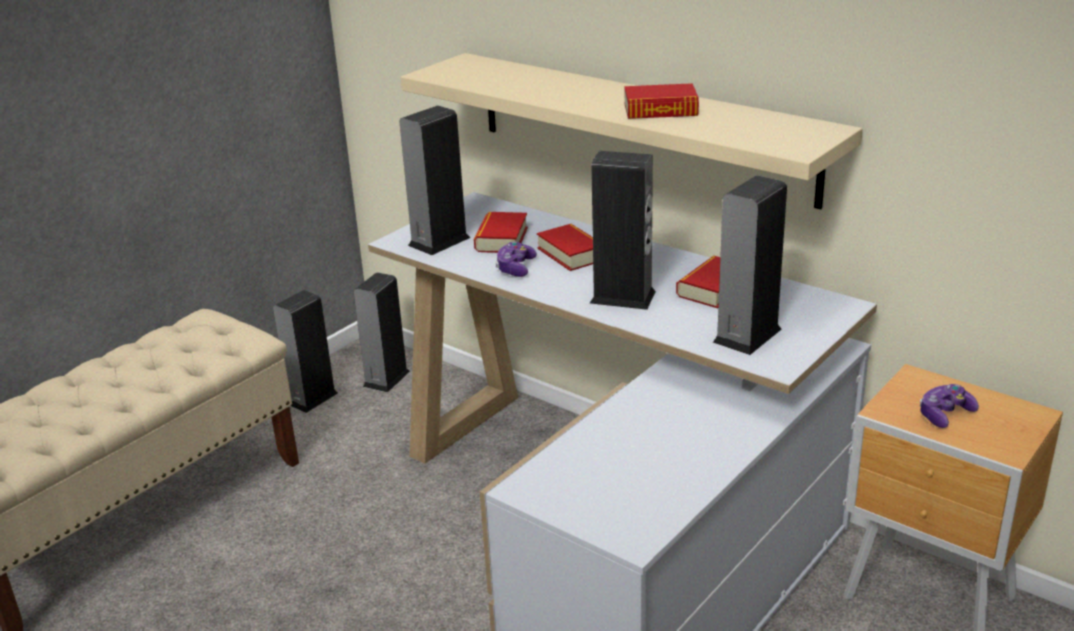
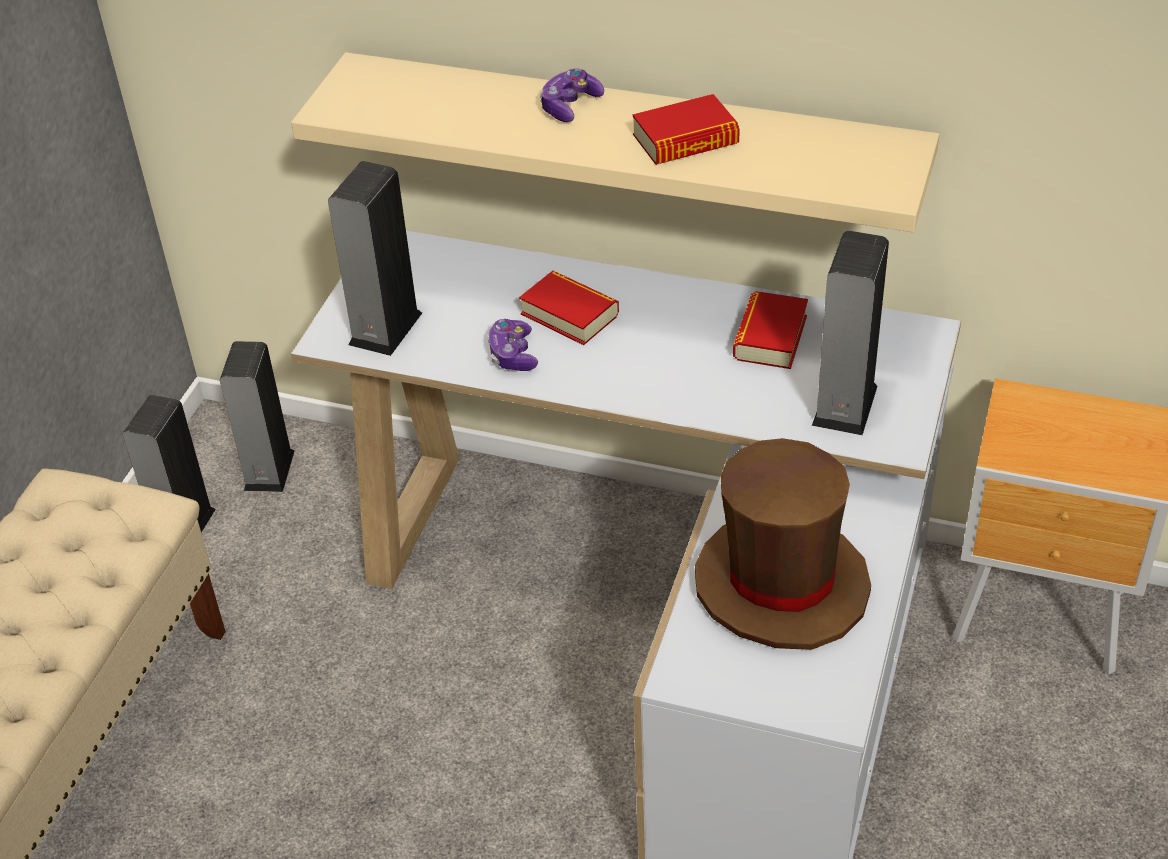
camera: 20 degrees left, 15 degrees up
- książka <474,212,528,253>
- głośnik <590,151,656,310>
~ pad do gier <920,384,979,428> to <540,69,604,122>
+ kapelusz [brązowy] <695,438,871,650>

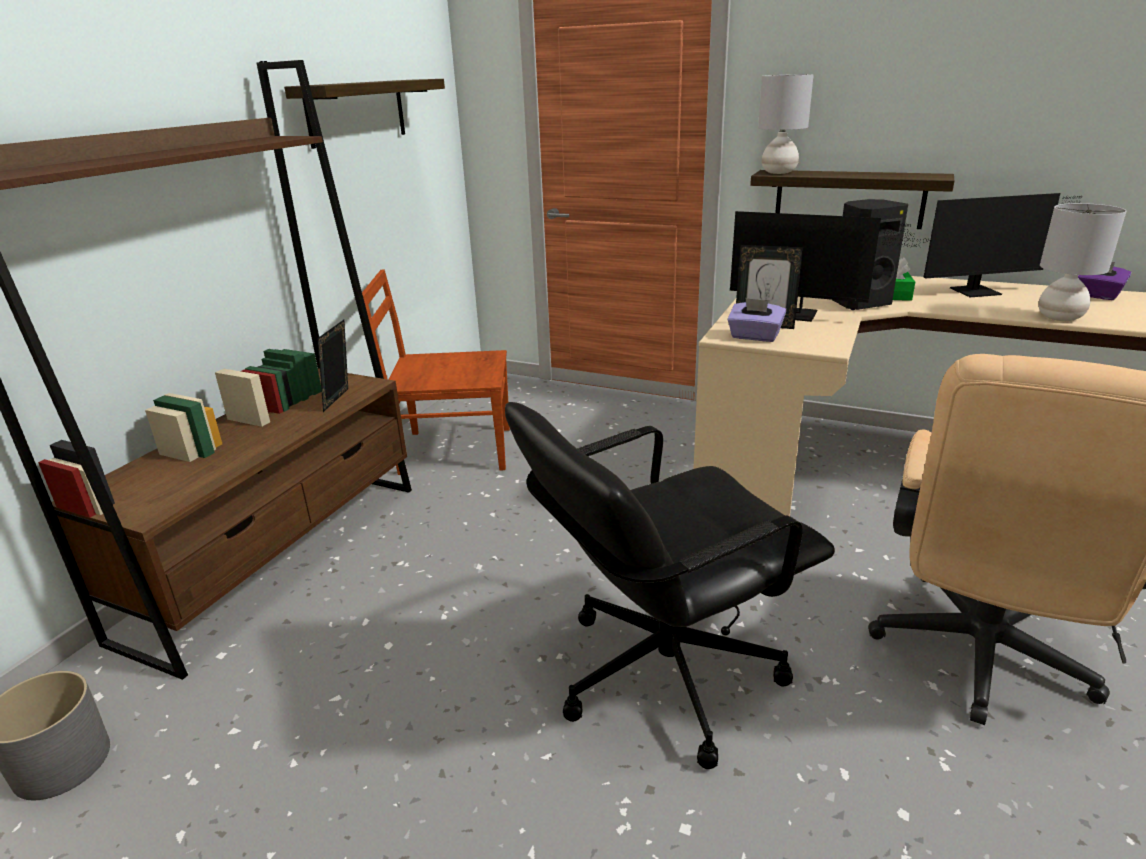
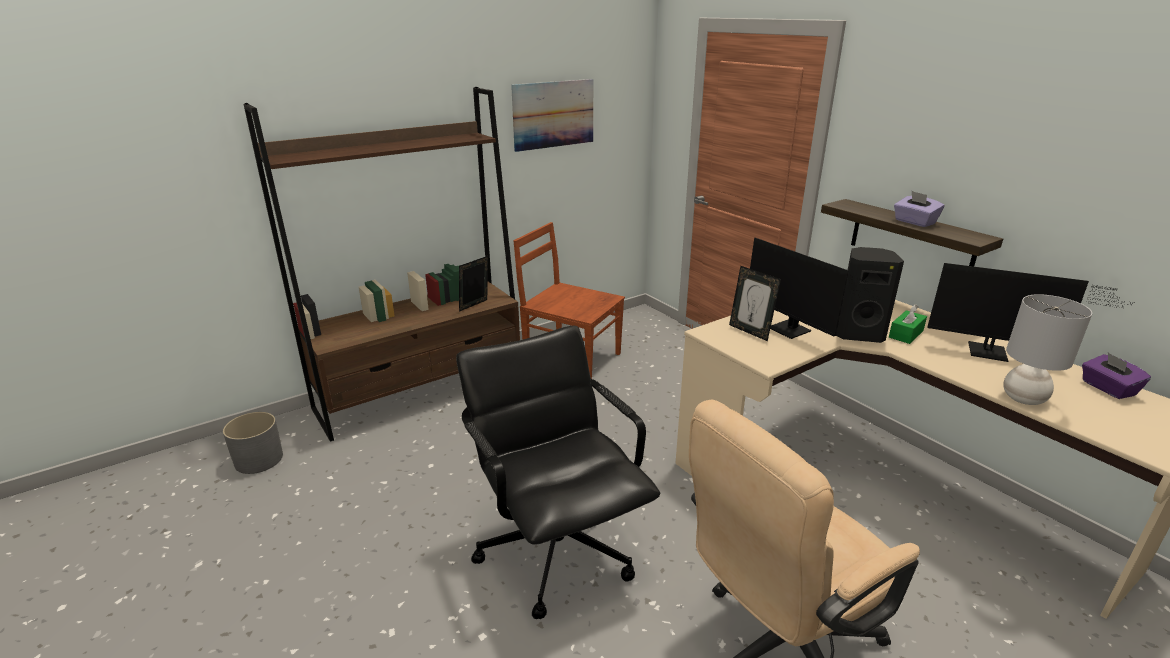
camera: 30 degrees right, 0 degrees up
~ półka <284,79,445,149> to obraz <511,79,593,152>
~ krzesło biurowe [czarny] <505,402,835,769> = <456,326,660,619> 60 degrees clockwise
~ pudełko chusteczek [fioletowy] <727,298,786,342> to <894,191,944,227>
- lampa stołowa [szary] <758,74,814,174>

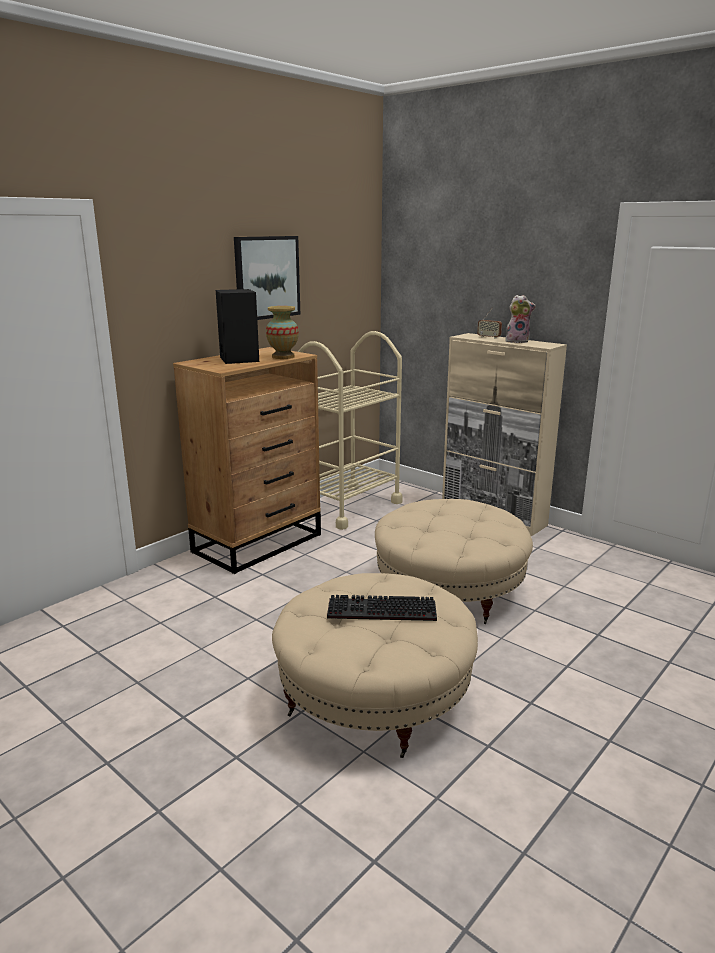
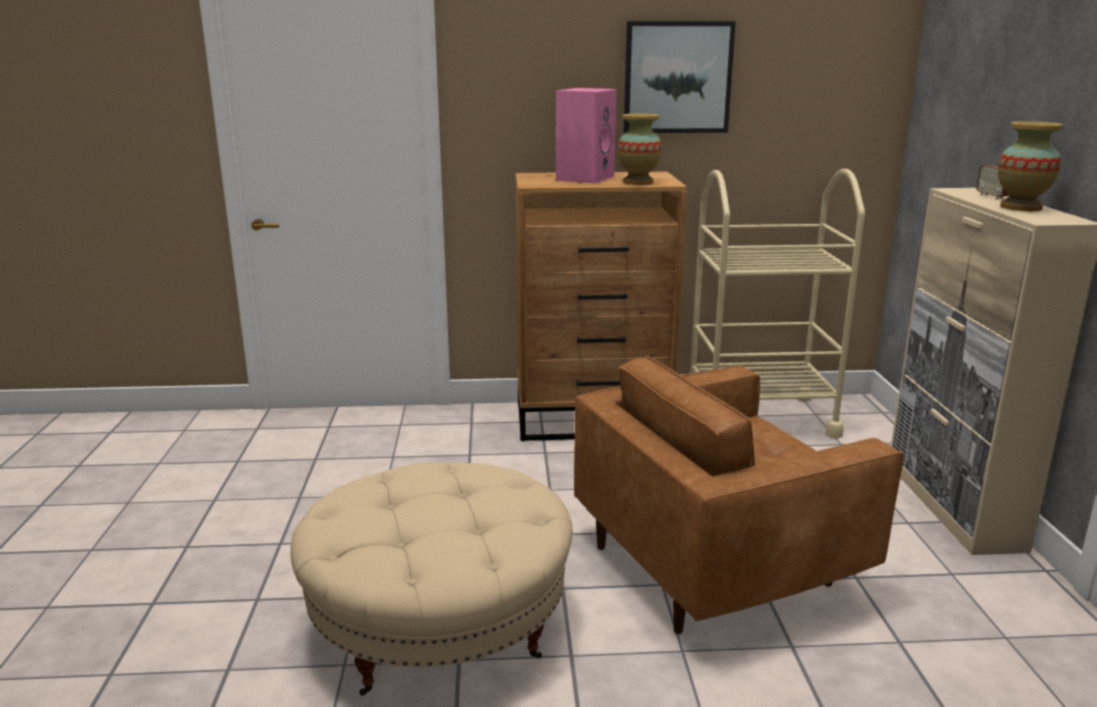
camera: 45 degrees right, 0 degrees up
~ głośnik [czarny] <216,289,259,364> to głośnik [różowy] <556,88,617,184>
- klawiatura <327,595,437,621>
~ pufa [beżowy] <375,499,533,624> to fotel [brązowy] <574,356,903,634>
~ pluszak <505,295,536,343> to wazon <998,121,1063,211>

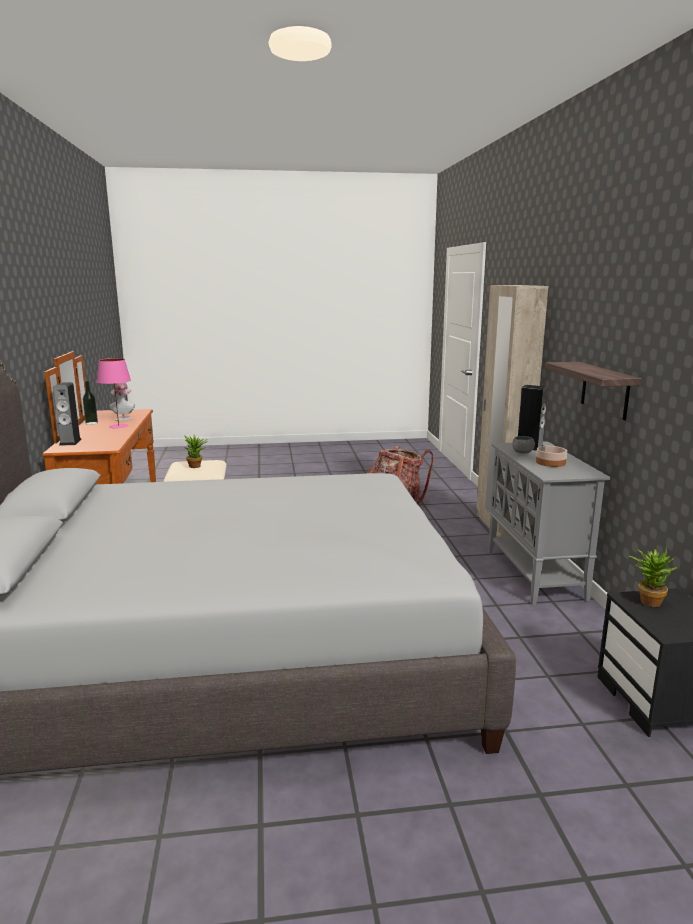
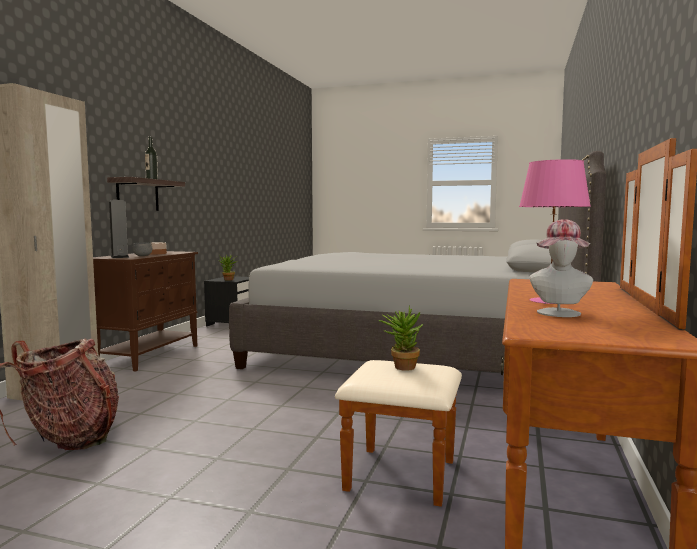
camera: 155 degrees left, 10 degrees down
- głośnik <53,382,82,446>
~ butelka <83,381,98,425> to <145,137,158,179>
~ szafka [szary] <488,441,610,605> to szafka [brązowy] <93,251,198,372>

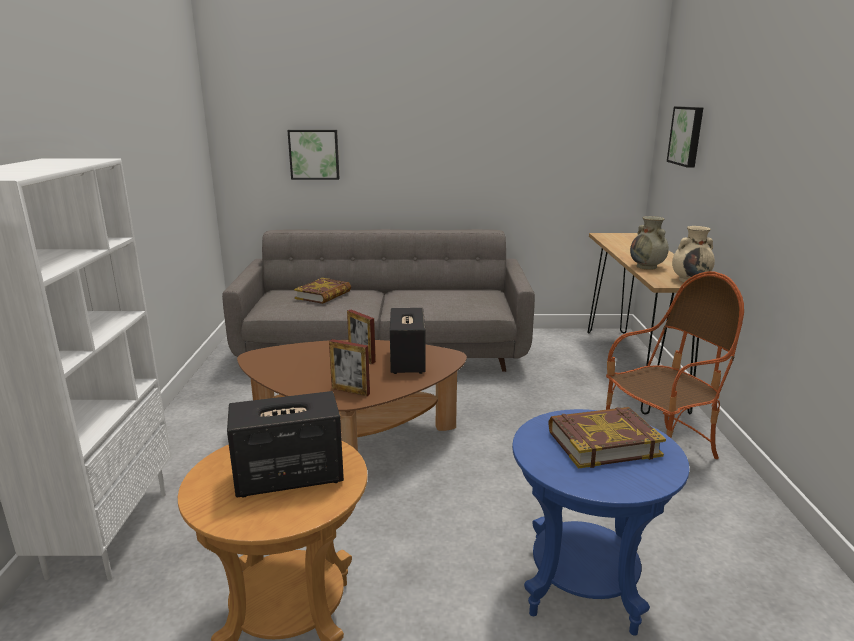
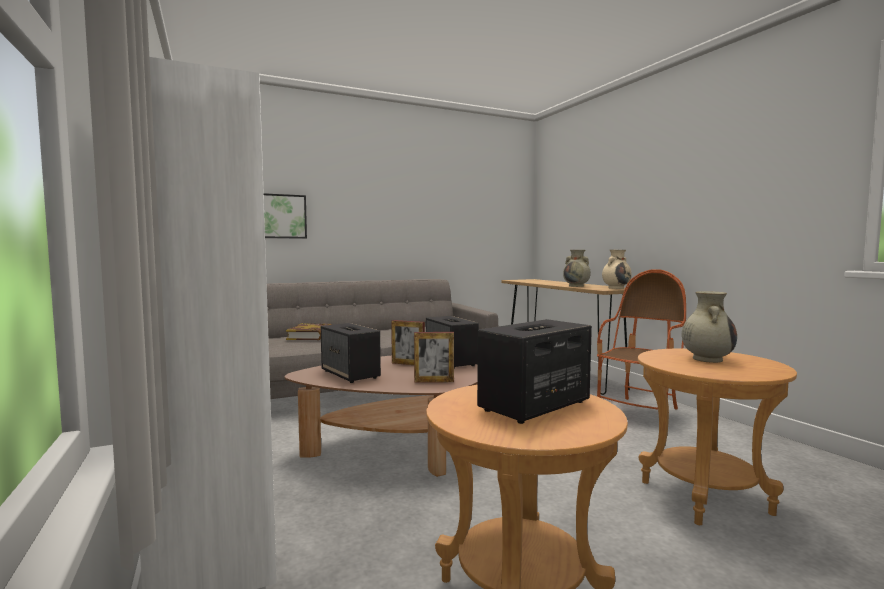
camera: 25 degrees left, 15 degrees down
~ stolik [niebieski] <512,409,690,636> to stolik [brązowy] <638,349,797,525>
~ książka <548,407,666,469> to wazon [beżowy] <682,291,737,363>
- obraz <667,106,703,168>
+ głośnik <321,323,381,383>

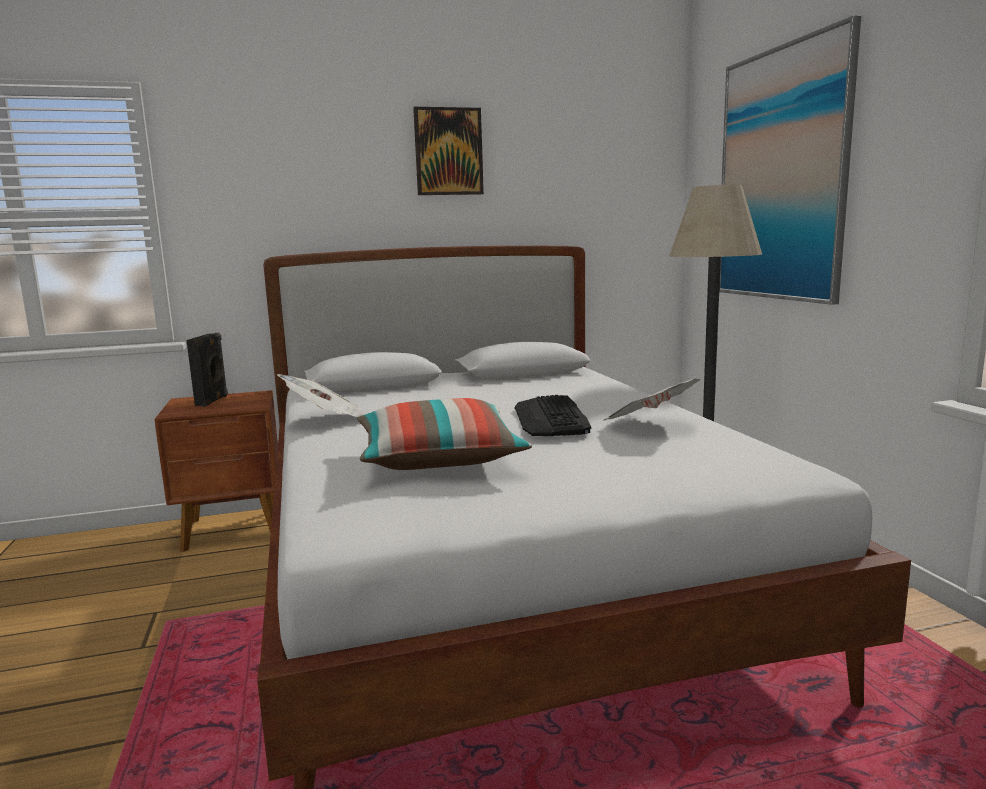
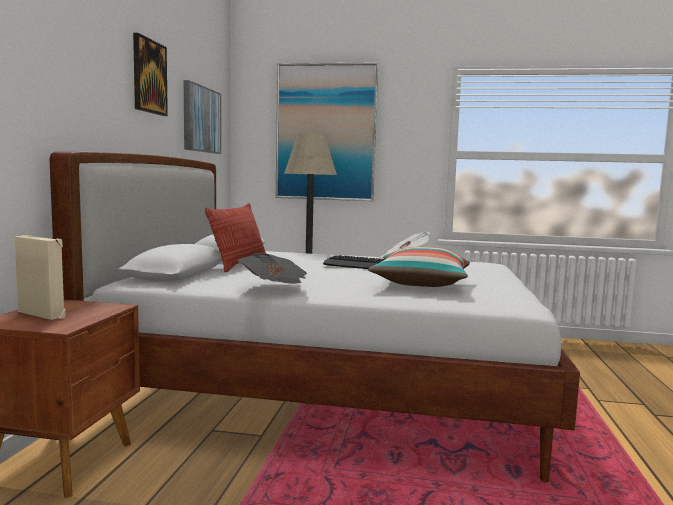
camera: 65 degrees left, 5 degrees down
~ głośnik [czarny] <186,333,228,407> to głośnik [beżowy] <14,235,65,320>
+ obraz <184,80,221,154>
+ poduszka <205,203,266,273>

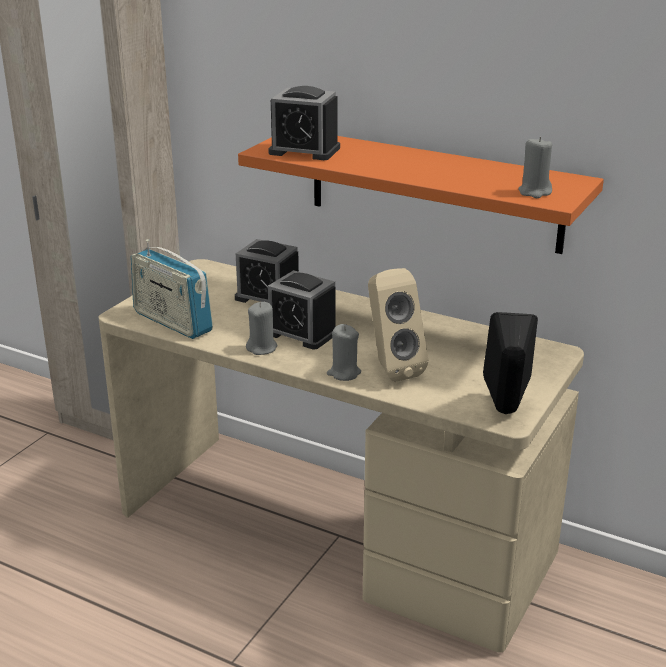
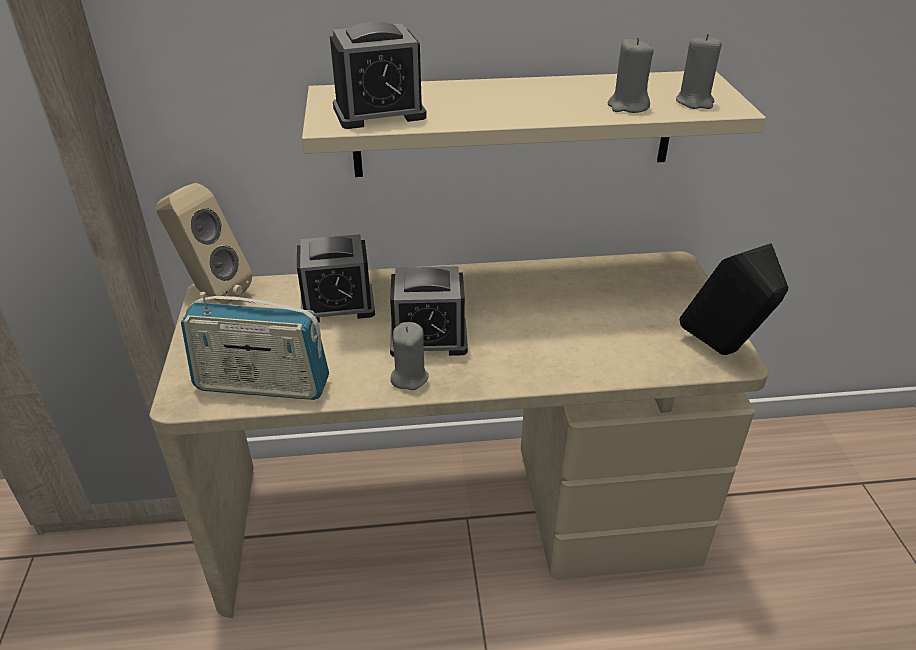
camera: 35 degrees left, 10 degrees up
~ półka [pomarańczowy] <238,136,604,254> to półka [beżowy] <302,71,766,177>
~ świeca [szary] <327,324,361,381> to <608,38,654,113>
~ głośnik [beżowy] <368,268,428,382> to <156,183,252,304>

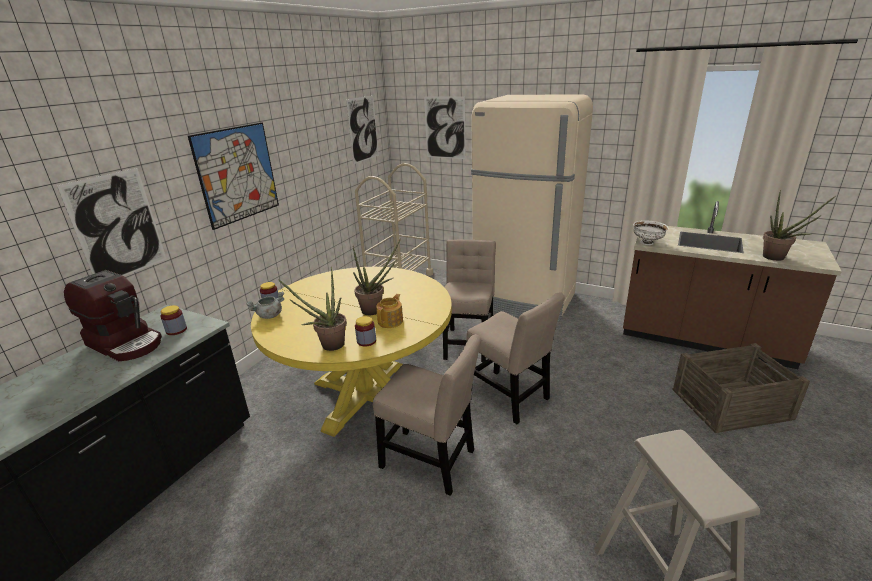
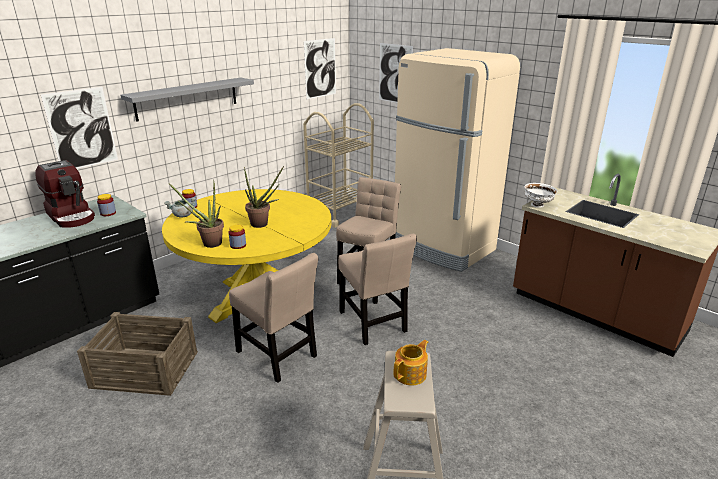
camera: 15 degrees right, 0 degrees up
~ obraz <188,122,279,230> to półka [szary] <120,78,254,122>
~ imbryk <376,294,403,328> to <394,340,428,386>
~ skrzynka <672,343,810,433> to <77,312,198,396>
- roślina doniczkowa <763,190,836,261>

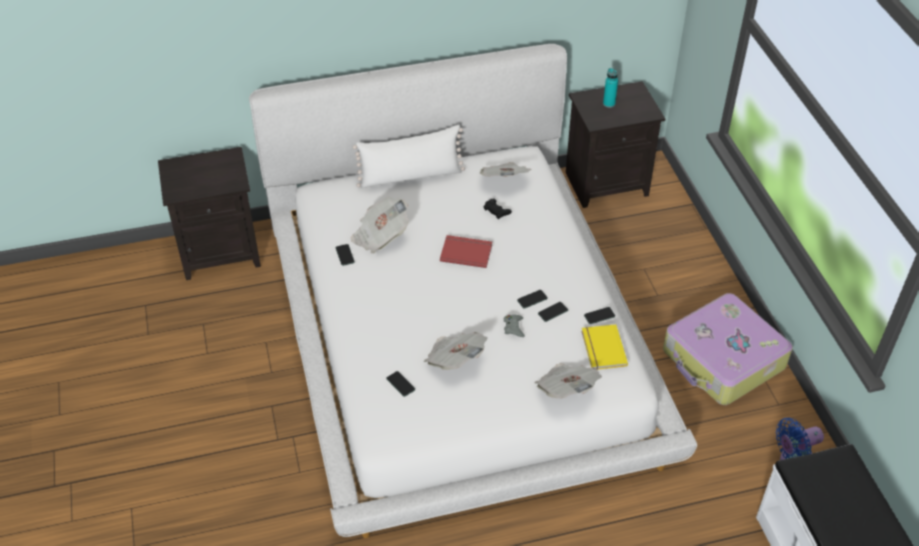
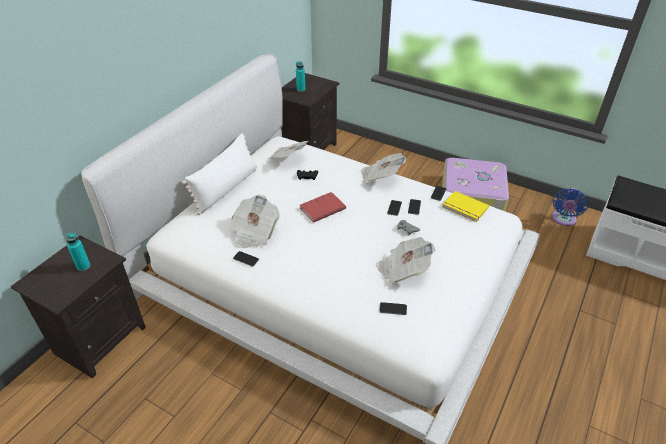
camera: 45 degrees left, 5 degrees down
~ gazeta <535,363,602,398> to <361,153,406,182>
+ butelka [turkusowy] <66,233,90,271>

